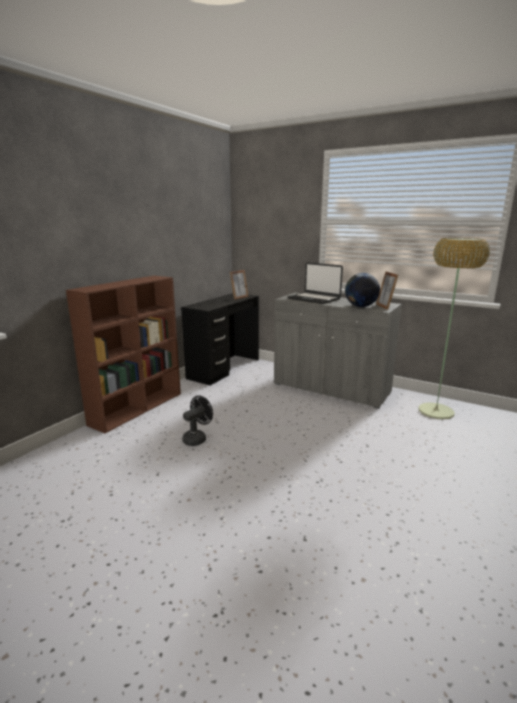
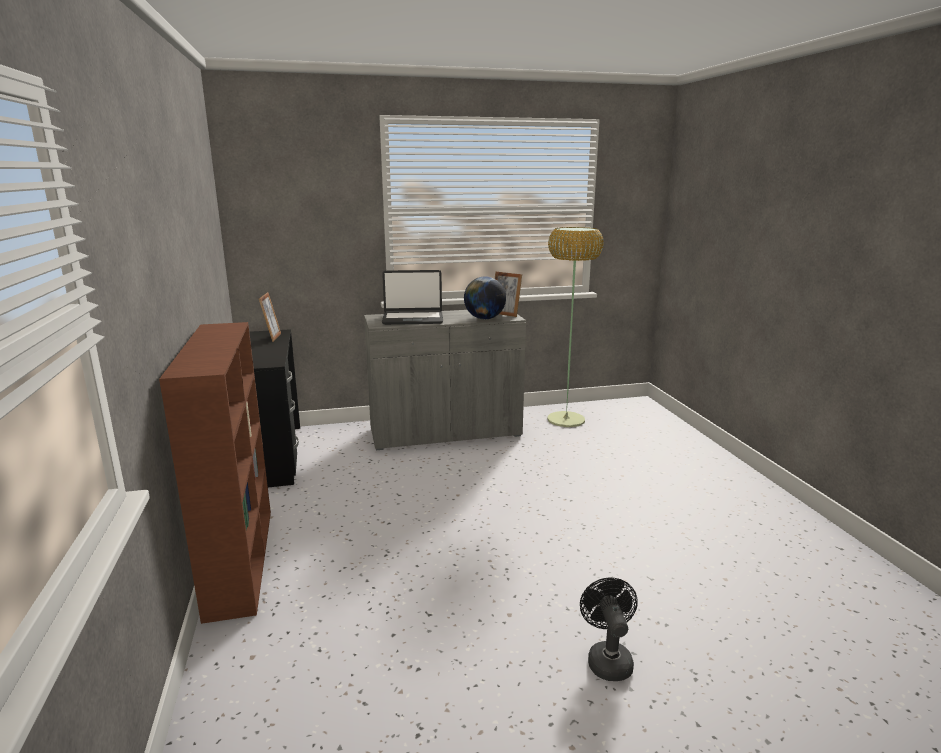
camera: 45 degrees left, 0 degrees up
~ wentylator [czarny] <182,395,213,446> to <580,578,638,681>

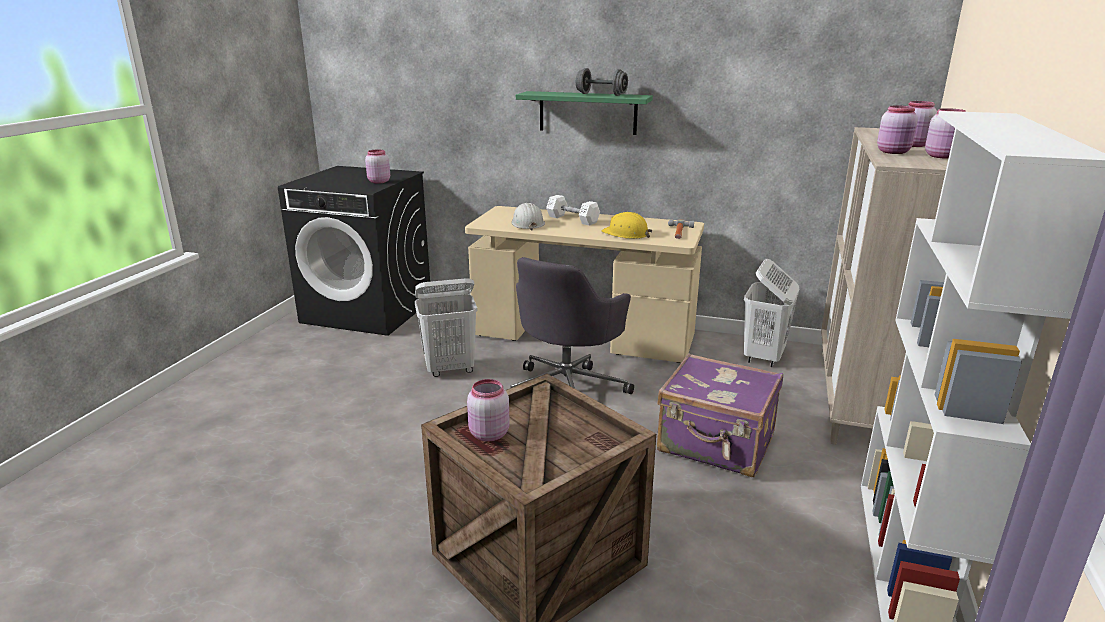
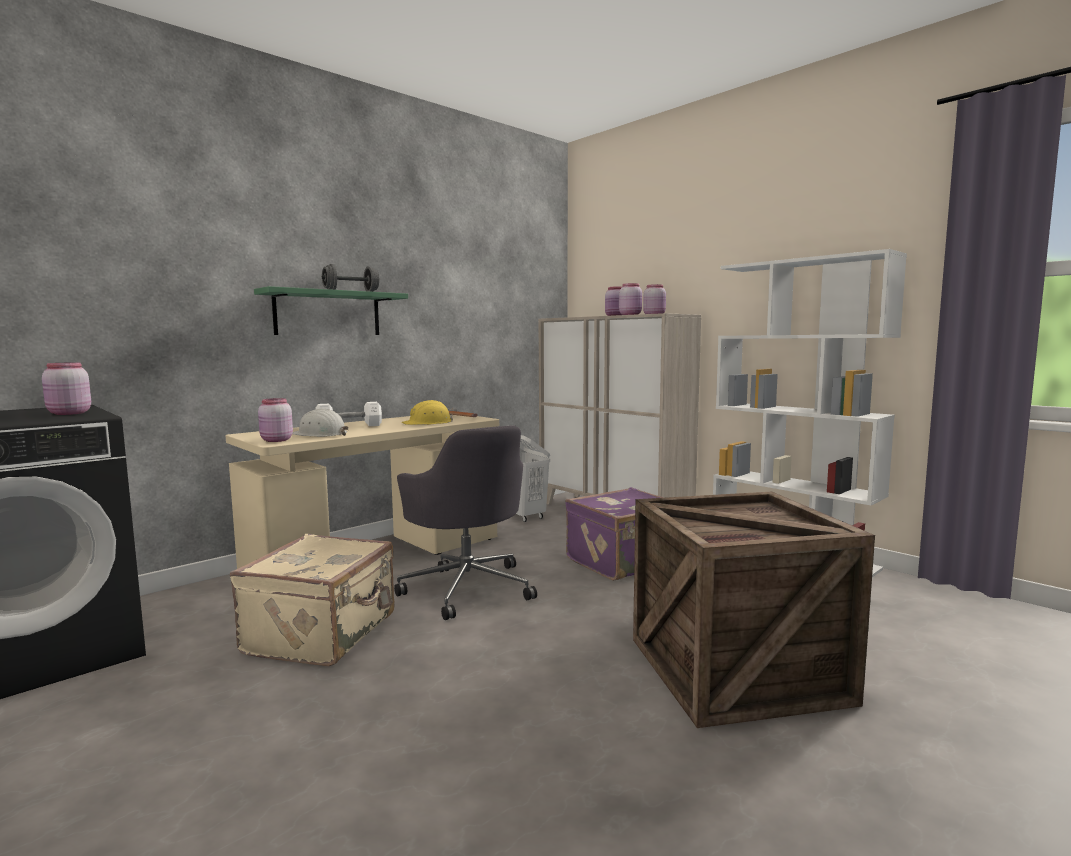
camera: 60 degrees left, 15 degrees down
~ kosz na pranie [biały] <415,278,478,377> to walizka [beżowy] <230,534,395,666>
~ słoik [różowy] <467,379,510,441> to <258,398,293,442>

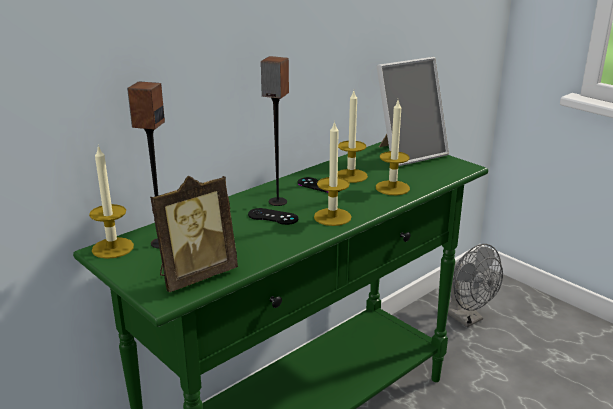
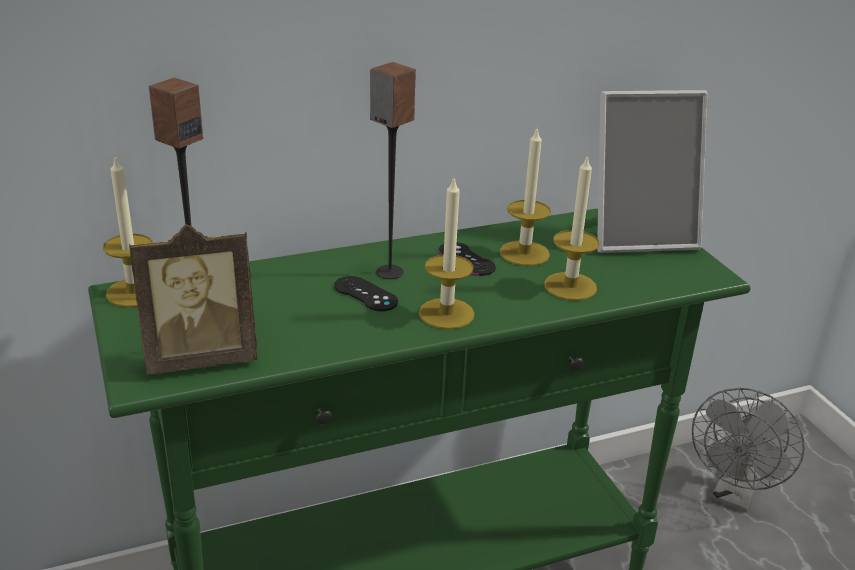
camera: 20 degrees right, 5 degrees up
~ wentylator [szary] <448,244,503,327> = <692,388,805,512> 45 degrees clockwise

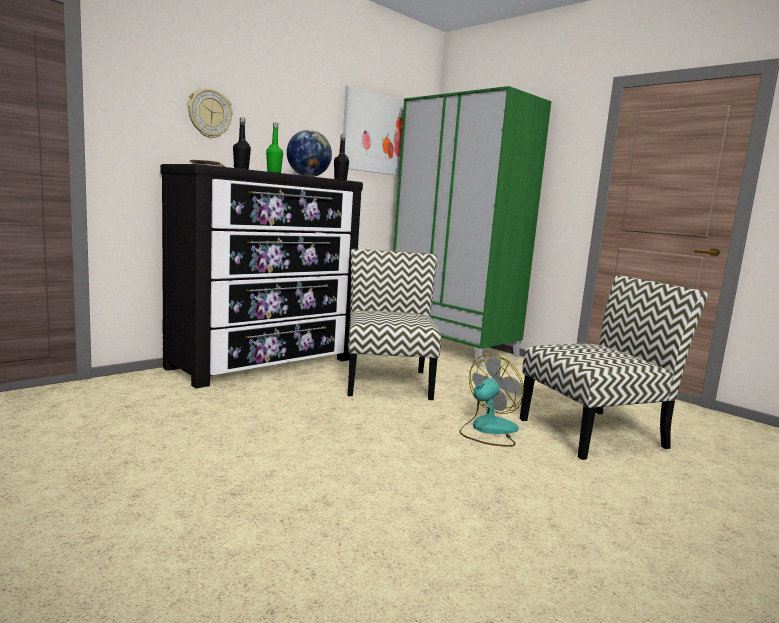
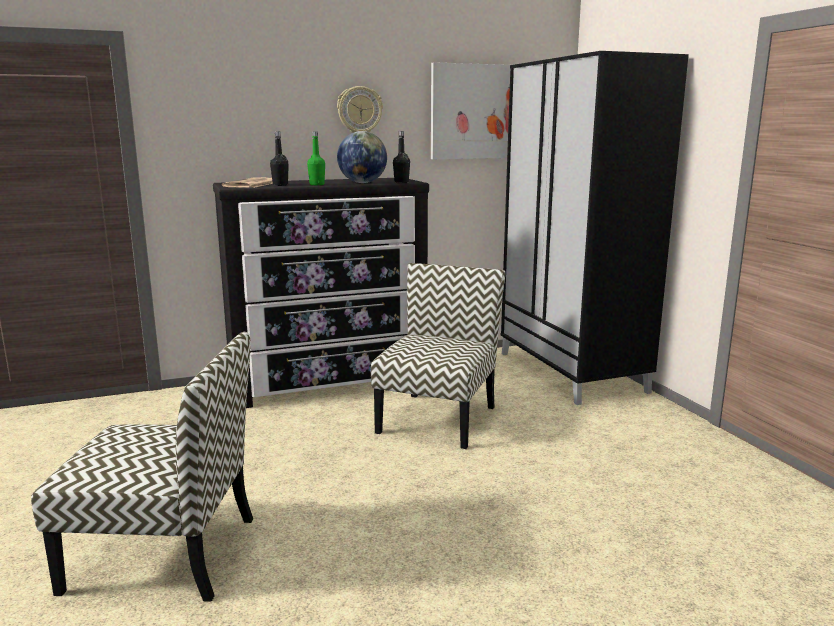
camera: 25 degrees right, 5 degrees up
~ zegar ścienny <188,88,232,138> to <337,86,383,133>
~ szafa [zielony] <393,86,552,367> to szafa [czarny] <500,51,689,405>
- wentylator <459,354,524,447>
~ krzesło <520,275,708,460> to <31,332,253,602>

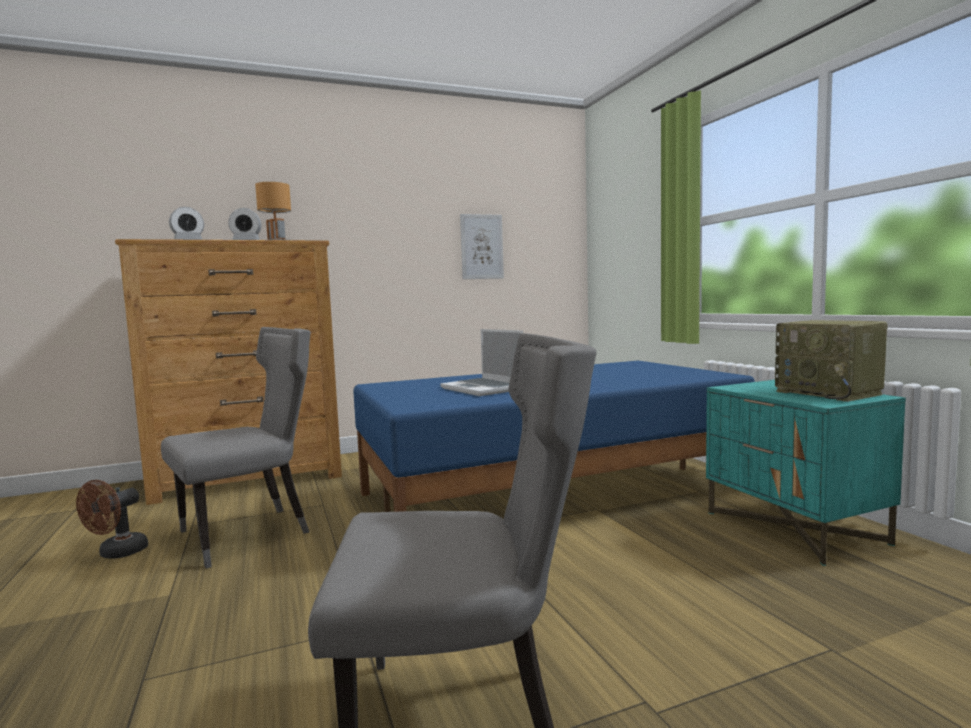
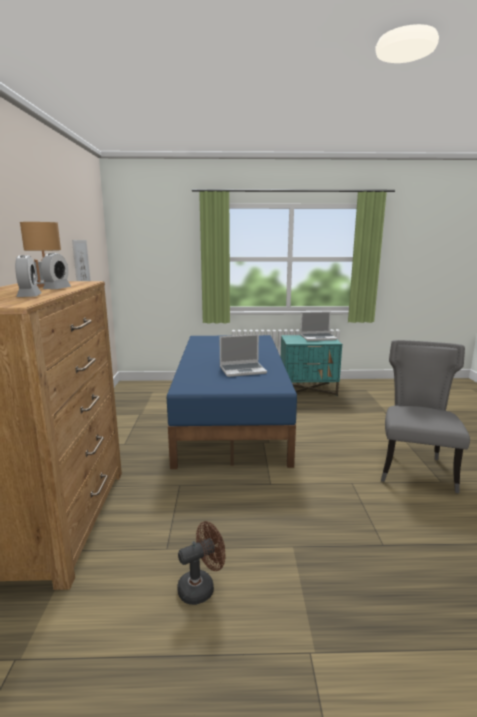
camera: 70 degrees left, 10 degrees up
~ wentylator [brązowy] <76,480,148,559> = <177,521,225,605> 75 degrees counterclockwise
- krzesło [szary] <161,327,311,569>
~ radio <775,320,887,402> to laptop <300,311,337,341>

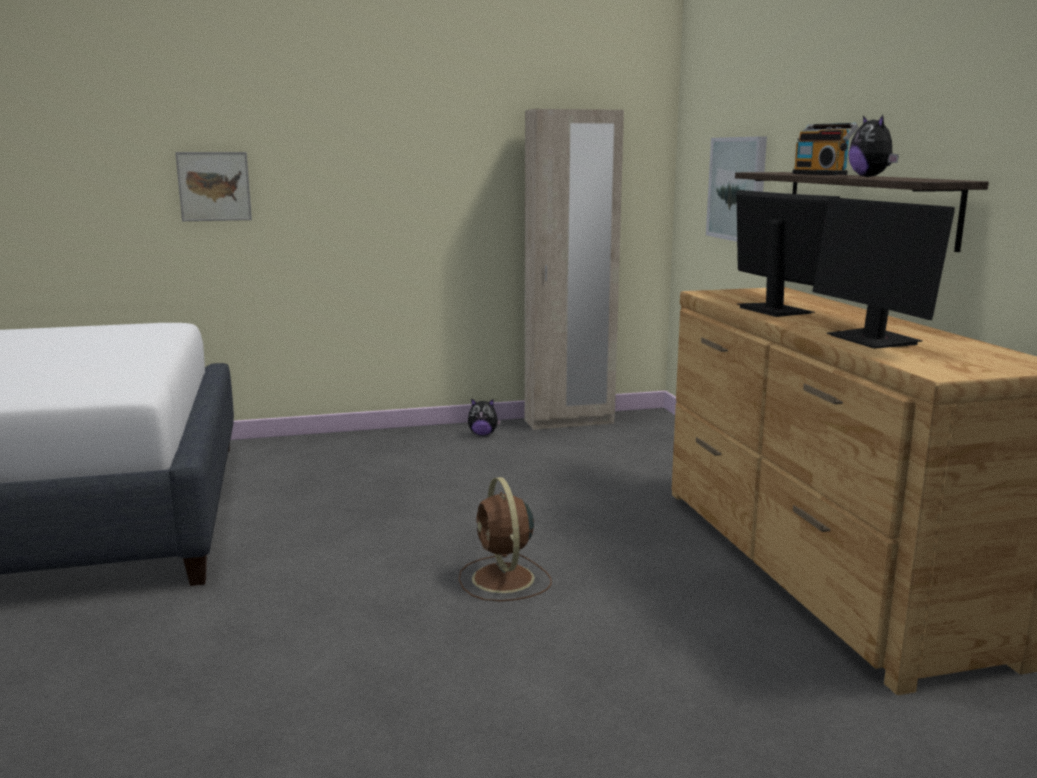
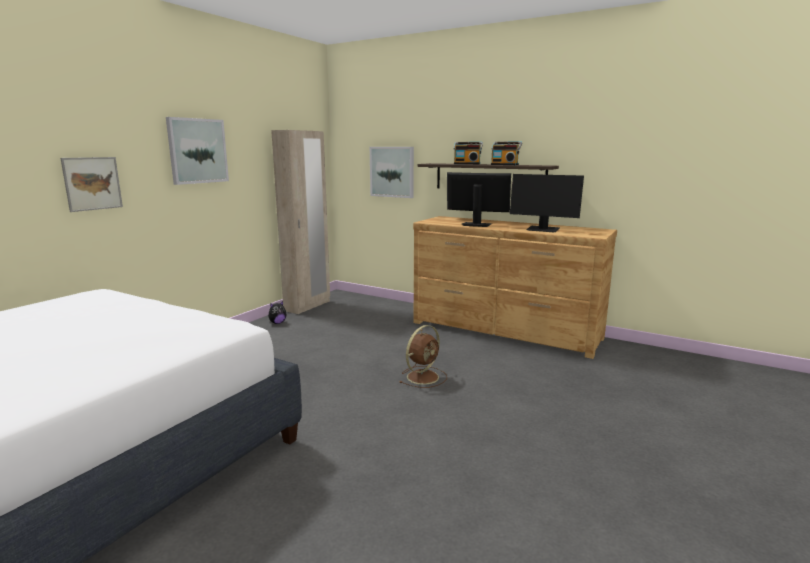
camera: 45 degrees left, 0 degrees up
~ wentylator [brązowy] <459,477,552,602> = <400,325,447,388> 75 degrees counterclockwise
~ pluszak <849,114,899,177> to radio <491,142,522,165>
+ obraz <166,117,229,185>

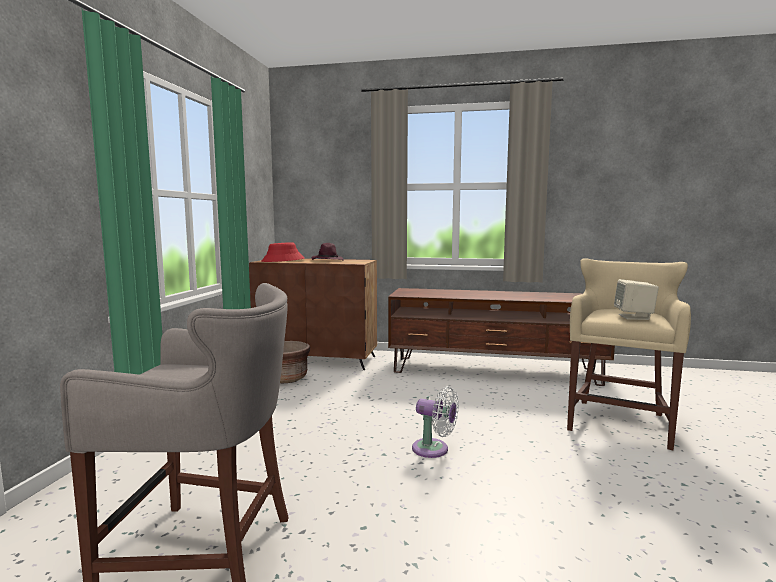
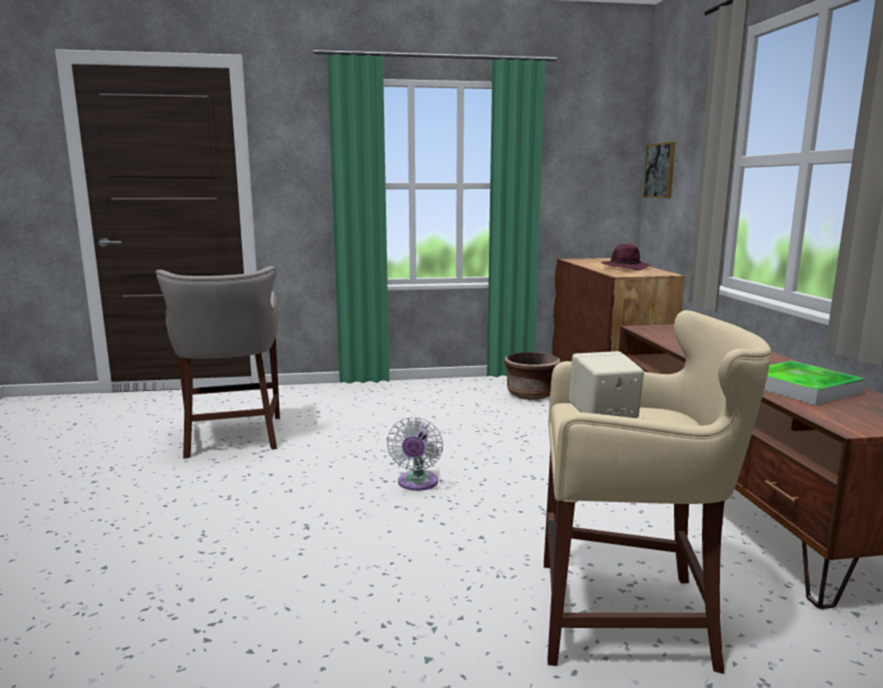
camera: 70 degrees right, 5 degrees up
- kapelusz [czerwony] <261,242,304,262>
+ obraz <643,141,676,198>
+ taca <764,361,865,405>

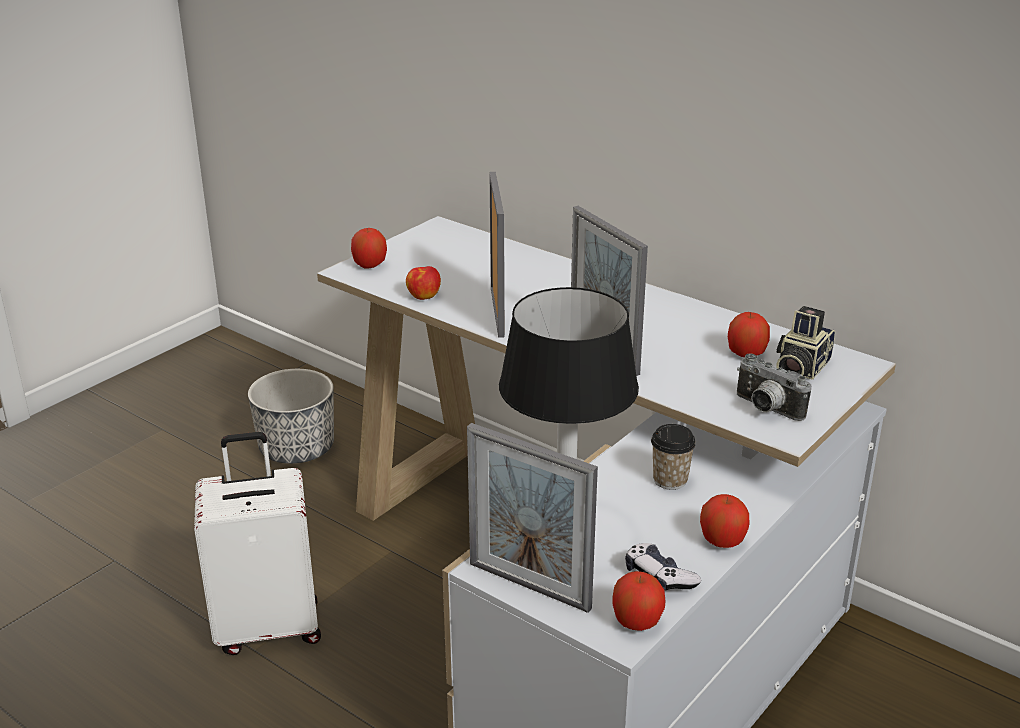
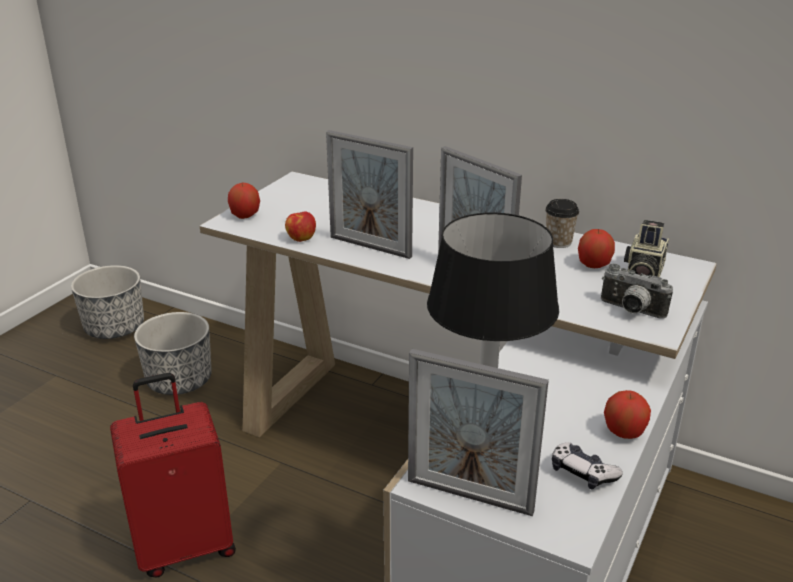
camera: 10 degrees left, 0 degrees up
~ walizka [biały] <194,432,321,655> to walizka [czerwony] <110,373,236,578>
~ ramka na zdjęcie <489,172,505,338> = <326,130,413,259> 135 degrees clockwise
- jabłko <612,571,665,631>
~ filiżanka <651,424,696,490> to <545,199,579,248>
+ donica <71,265,144,339>

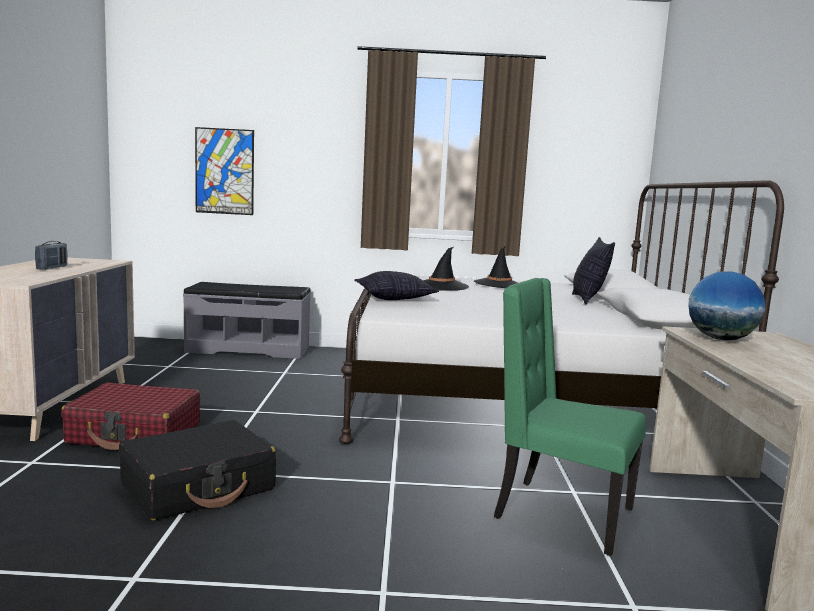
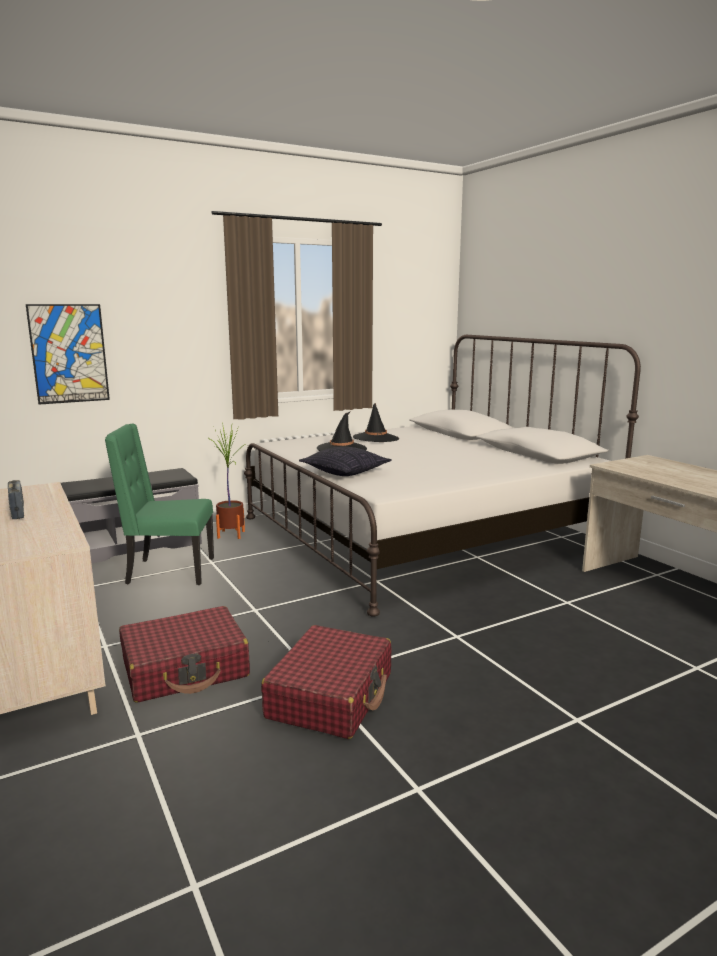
camera: 30 degrees left, 5 degrees up
~ walizka [czarny] <119,420,276,521> to walizka [czerwony] <261,625,392,739>
~ krzesło [zielony] <494,278,646,556> to <105,424,214,585>
- poduszka <572,237,615,304>
- globus <688,271,765,341>
+ roślina doniczkowa <210,422,249,539>

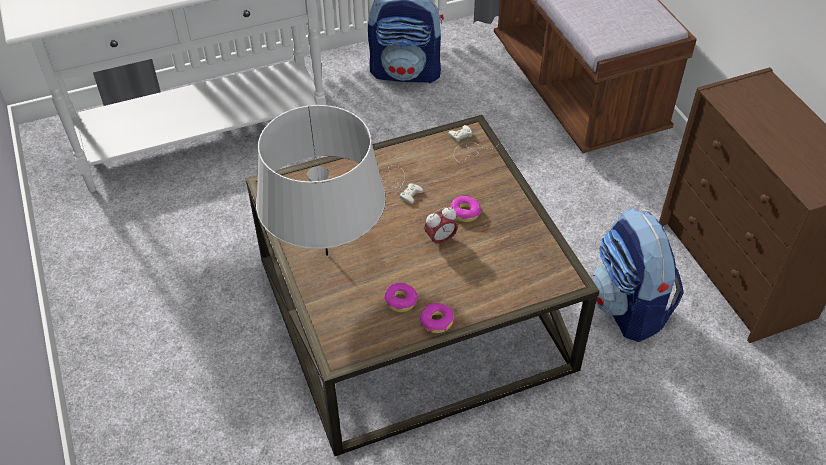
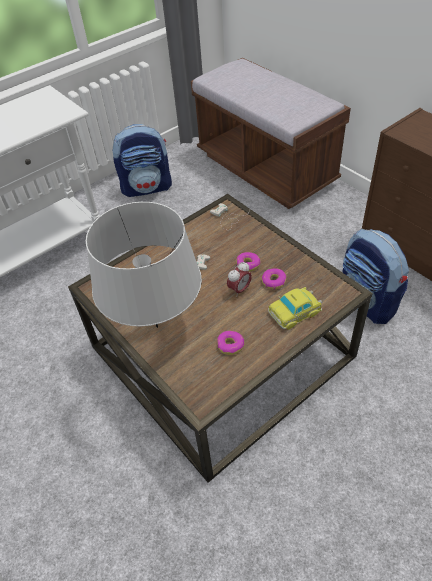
camera: 15 degrees left, 0 degrees up
~ donut <420,303,454,333> to <262,268,286,289>
+ samochodzik <268,287,322,330>

